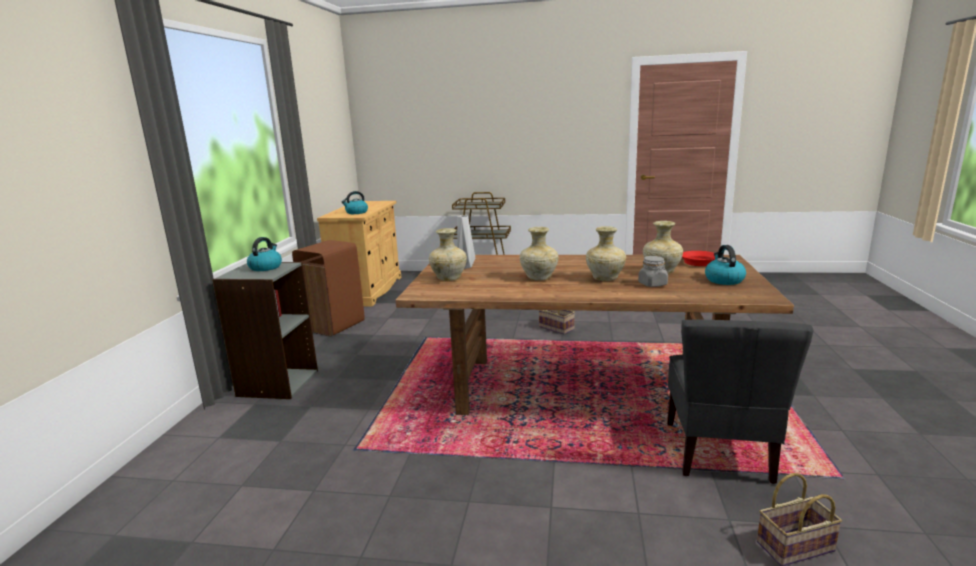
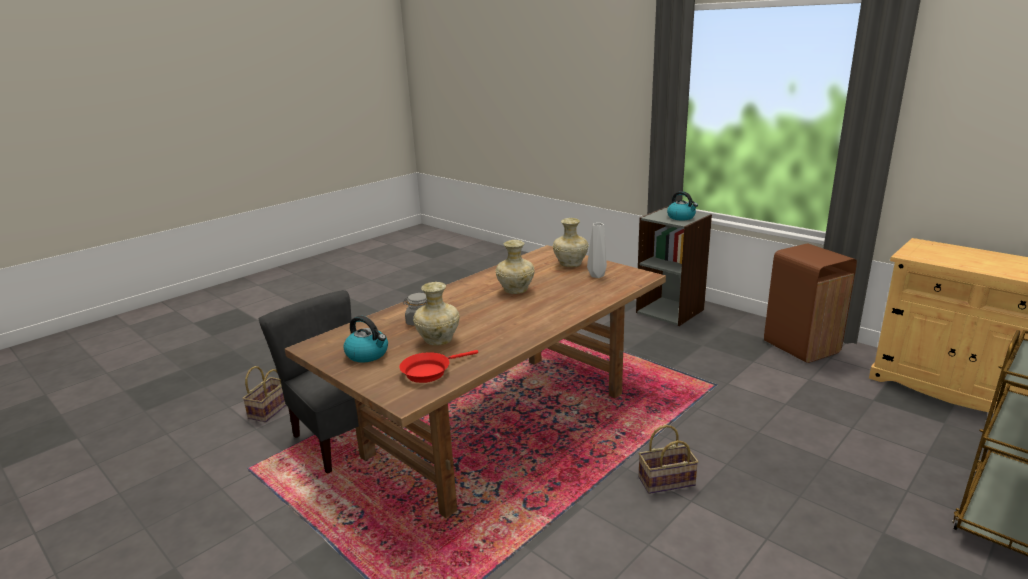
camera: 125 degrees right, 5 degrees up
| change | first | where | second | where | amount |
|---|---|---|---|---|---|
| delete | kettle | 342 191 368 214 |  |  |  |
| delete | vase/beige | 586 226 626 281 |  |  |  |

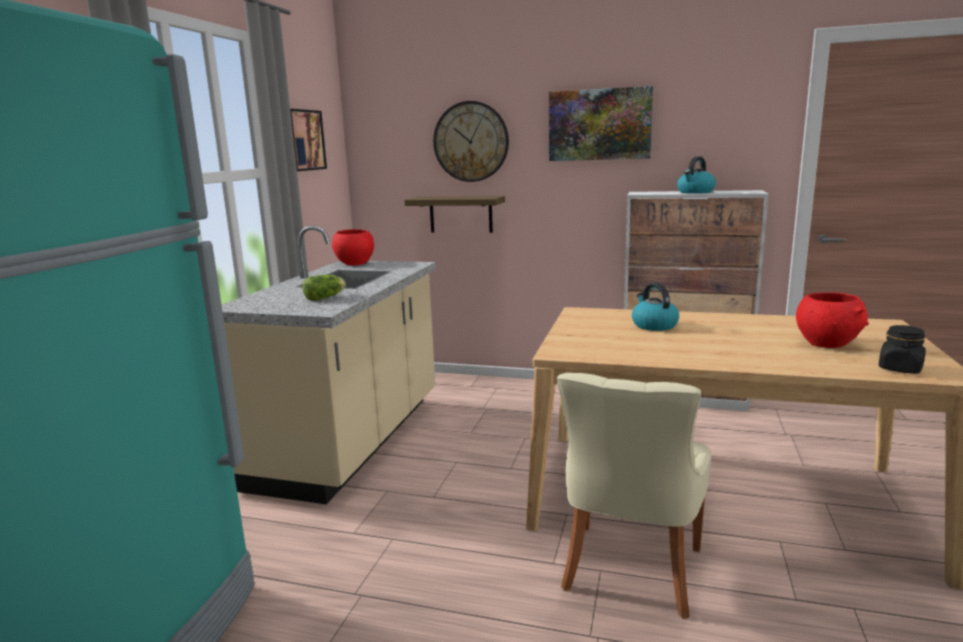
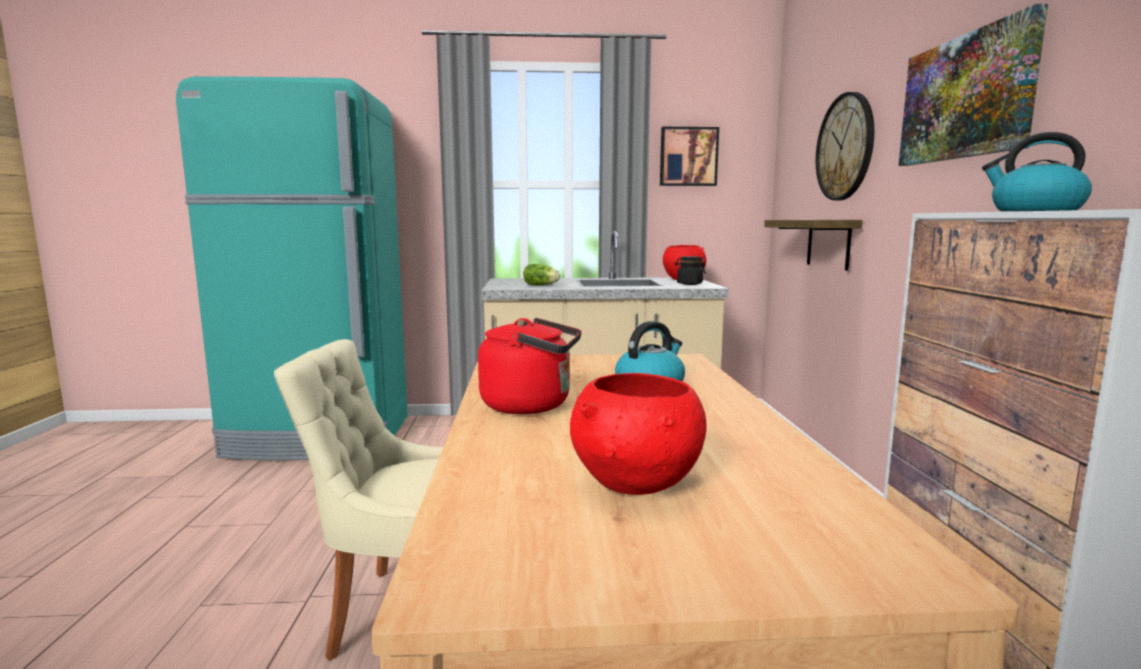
camera: 70 degrees right, 5 degrees down
| change | first | where | second | where | amount |
|---|---|---|---|---|---|
| move | jar/black | 878 325 926 374 |  | 675 256 706 285 |  |
| insert |  |  | kettle/red | 478 318 582 414 |  |

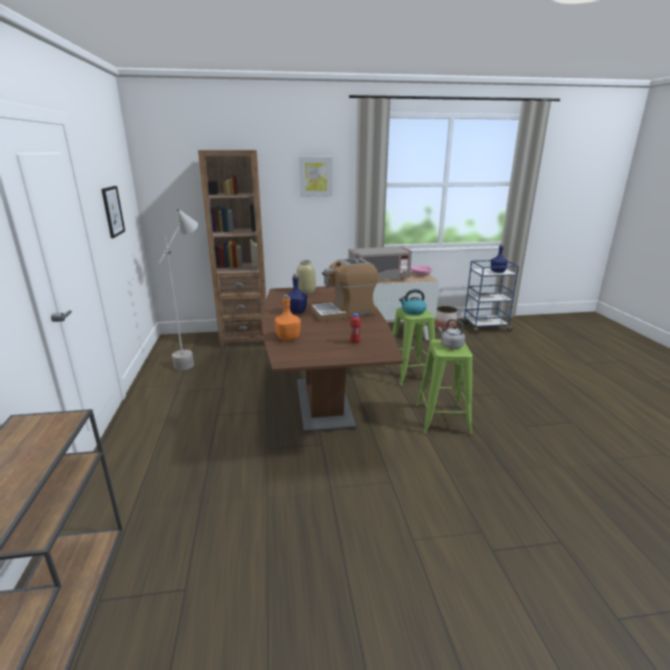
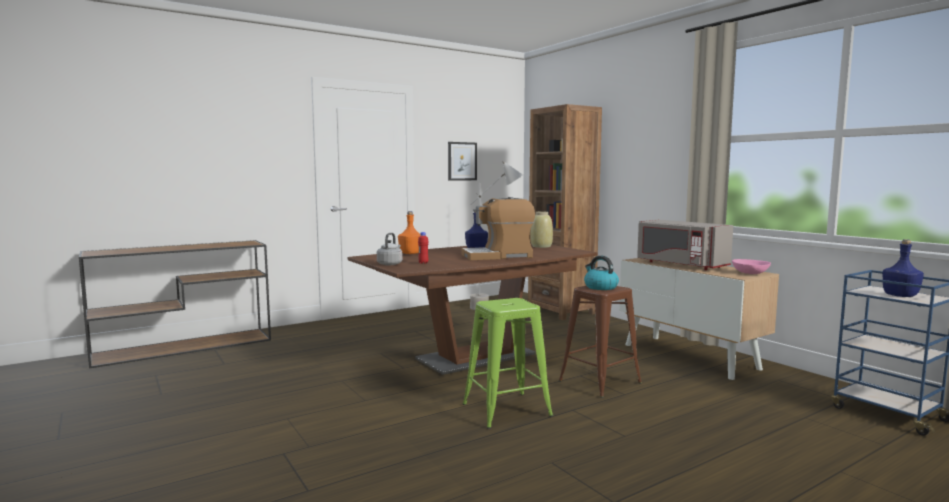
camera: 65 degrees right, 15 degrees down
| change | first | where | second | where | amount |
|---|---|---|---|---|---|
| delete | picture | 299 157 332 197 |  |  |  |
| rotate | coffee machine | 311 258 378 322 |  | 462 197 535 260 | 60 degrees counterclockwise |
| recolor | stool/green | 385 307 435 386 | stool/brown | 558 286 642 398 |  |
| delete | planter | 435 306 458 331 |  |  |  |
| move | kettle/grey | 438 319 465 349 |  | 377 233 403 265 |  |

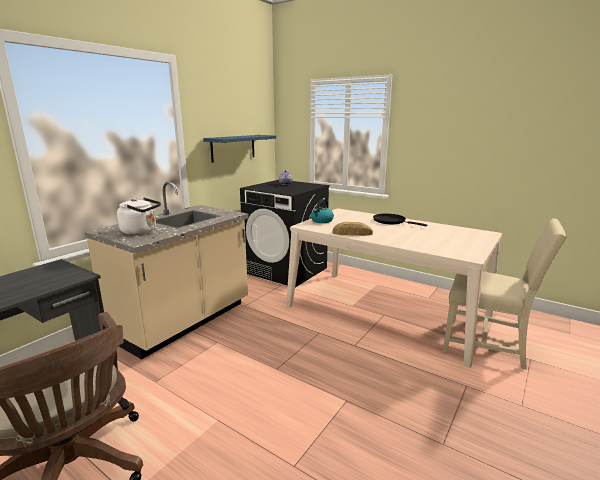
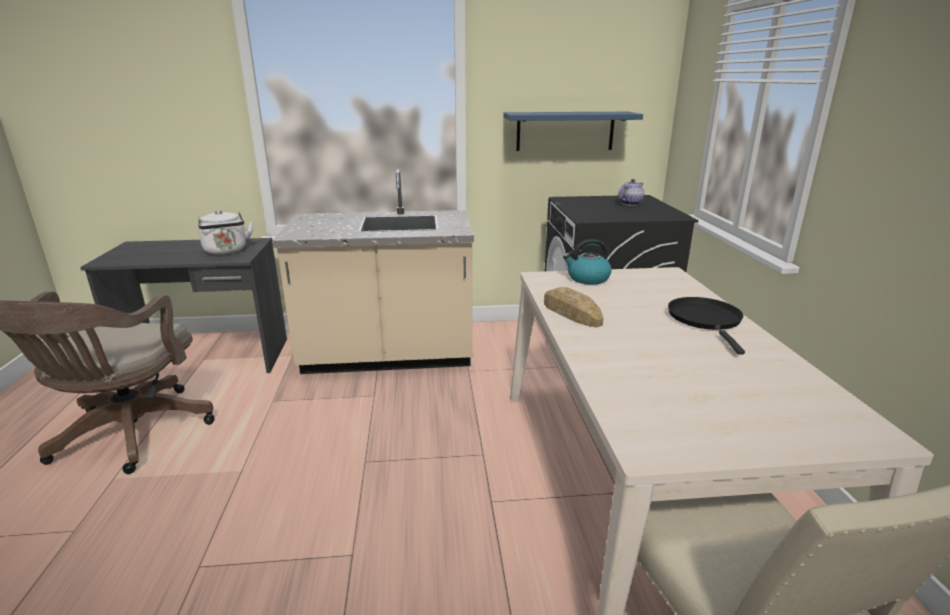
camera: 50 degrees right, 5 degrees up
| change | first | where | second | where | amount |
|---|---|---|---|---|---|
| move | kettle/white | 117 198 161 235 |  | 198 210 253 255 |  |

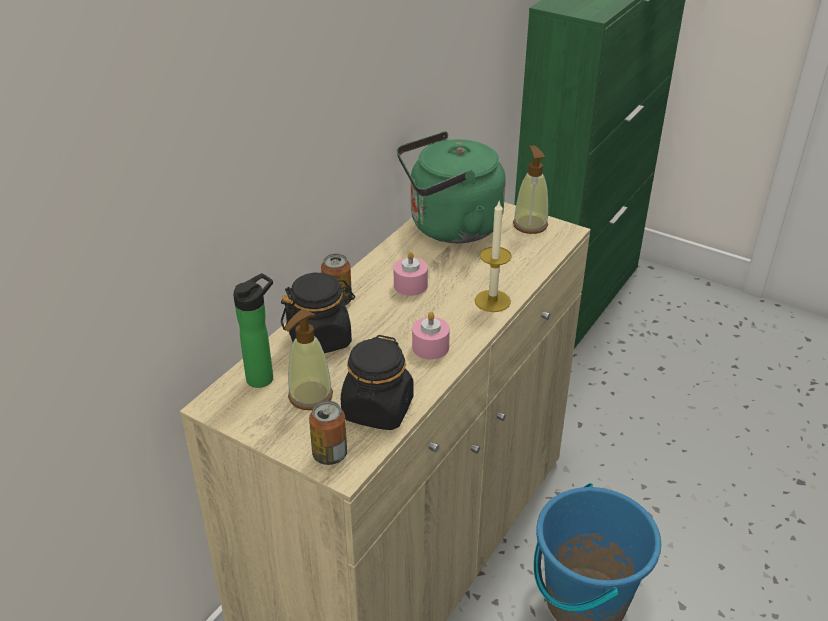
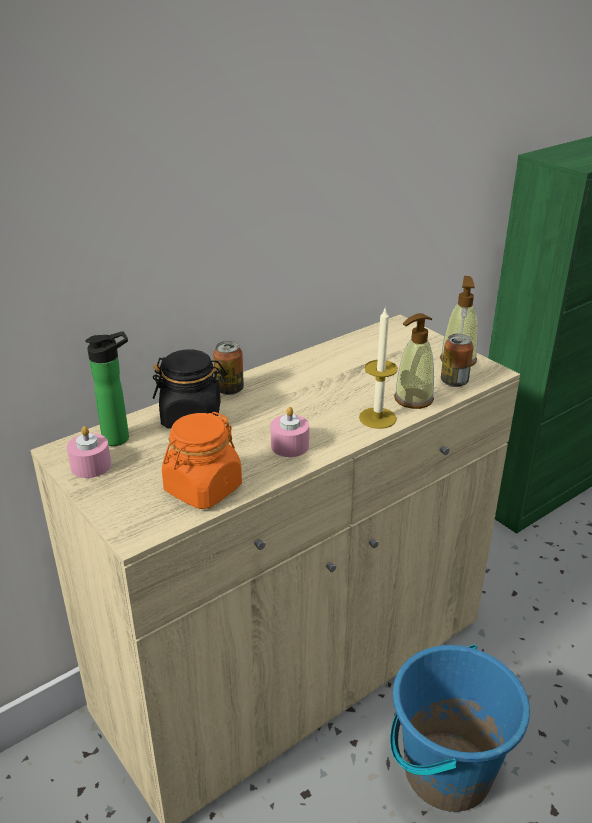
camera: 20 degrees right, 5 degrees down
| change | first | where | second | where | amount |
|---|---|---|---|---|---|
| move | soap dispenser | 284 309 333 410 |  | 394 313 434 409 |  |
| move | can | 309 401 347 465 |  | 441 334 473 387 |  |
| recolor | jar/black | 341 335 414 430 | jar/orange | 162 412 242 509 |  |
| move | candle/pink | 393 251 428 296 |  | 67 426 111 478 |  |
| delete | kettle/green | 397 131 506 243 |  |  |  |

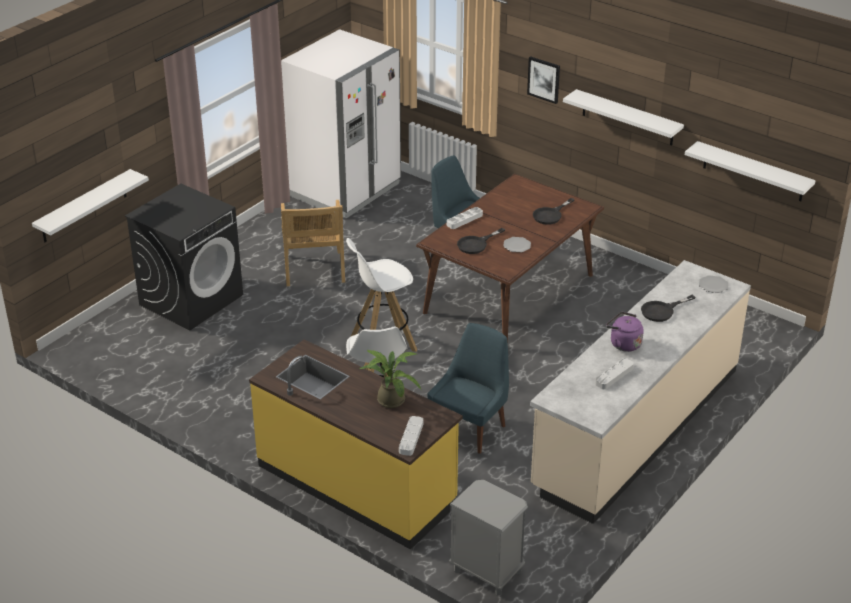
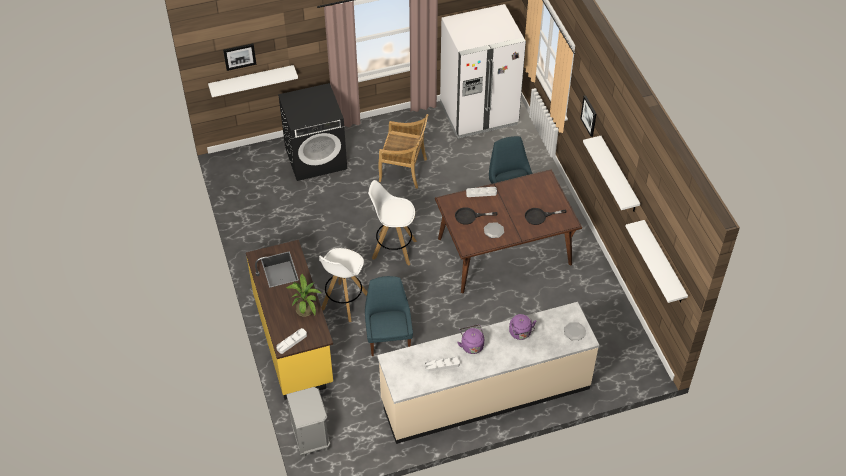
camera: 35 degrees right, 15 degrees up
| change | first | where | second | where | amount |
|---|---|---|---|---|---|
| rotate | chair/beige | 281 200 345 286 |  | 378 114 429 189 | 105 degrees counterclockwise |
| rotate | chair/blue | 427 323 509 454 |  | 365 276 413 356 | 75 degrees counterclockwise |
| replace | frying pan/black | 641 295 696 322 | kettle/purple | 509 314 536 340 |  |
| insert |  |  | picture | 223 44 257 71 |  |

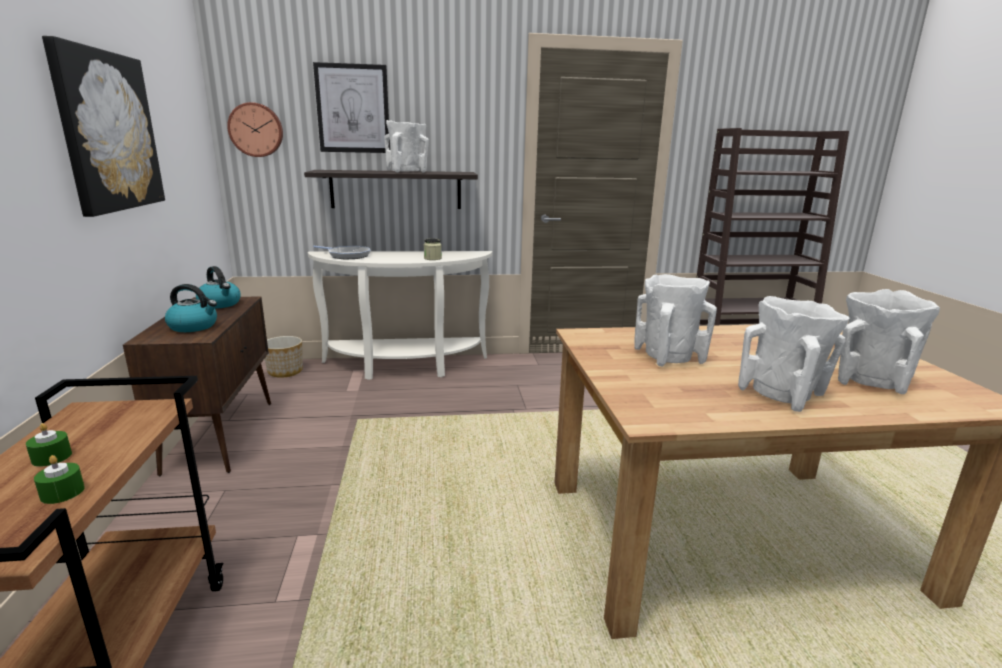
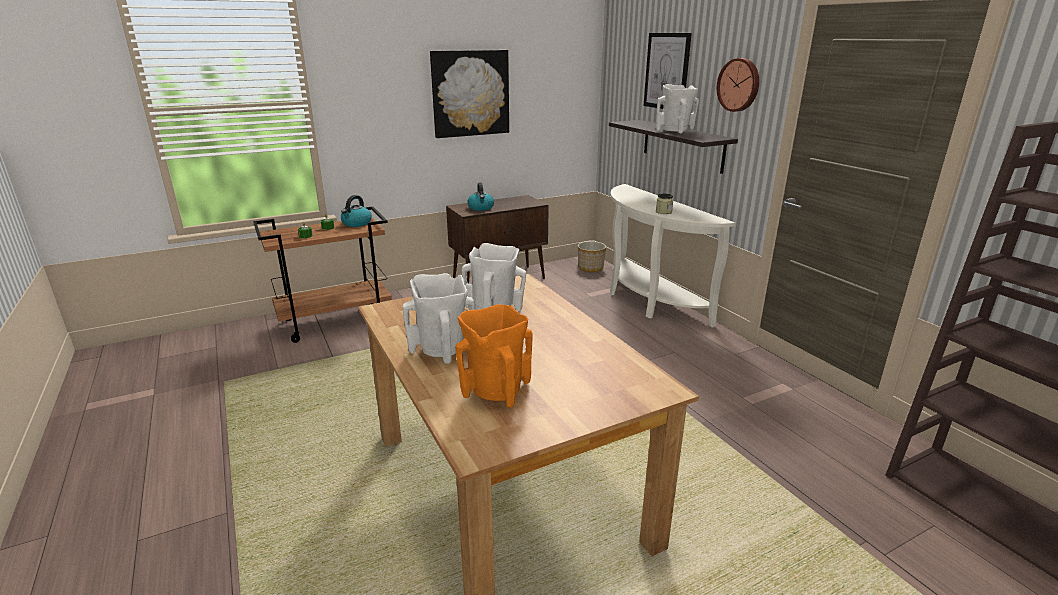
camera: 70 degrees right, 5 degrees up
| change | first | where | second | where | amount |
|---|---|---|---|---|---|
| move | kettle | 196 266 241 309 |  | 341 195 372 227 |  |
| move | wall clock | 227 102 283 157 |  | 717 58 759 112 |  |
| delete | frying pan | 313 246 371 260 |  |  |  |
| recolor | vase/white | 838 289 940 394 | vase/orange | 455 304 533 408 |  |

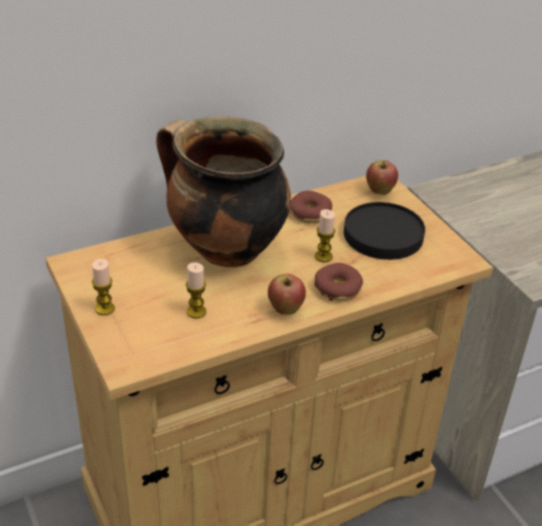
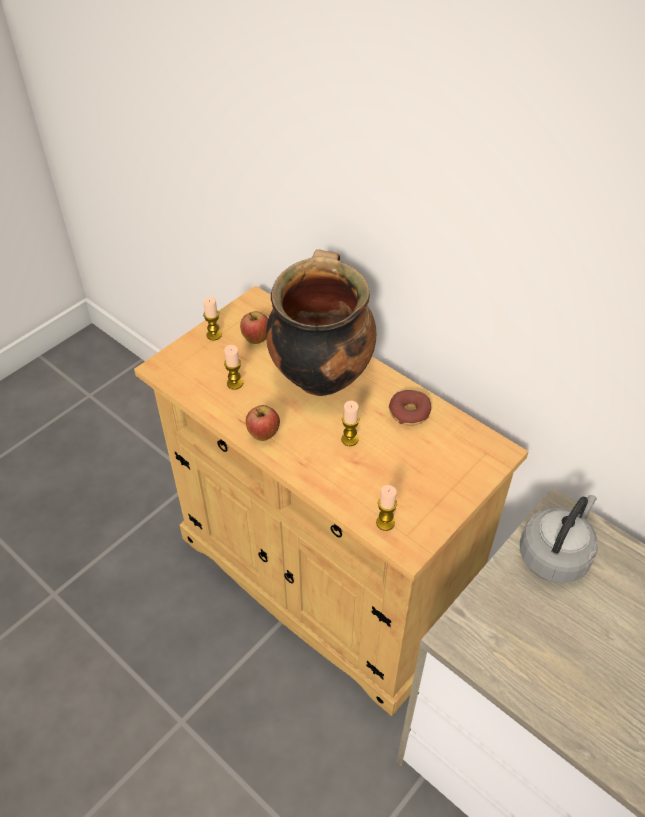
camera: 70 degrees right, 10 degrees up
| change | first | where | second | where | amount |
|---|---|---|---|---|---|
| delete | donut | 314 263 363 301 |  |  |  |
| delete | plate/black | 344 202 425 260 |  |  |  |
| move | apple | 366 160 398 195 |  | 240 311 268 344 |  |
| insert |  |  | candle | 376 485 397 531 |  |
| insert |  |  | kettle/grey | 520 495 598 583 |  |

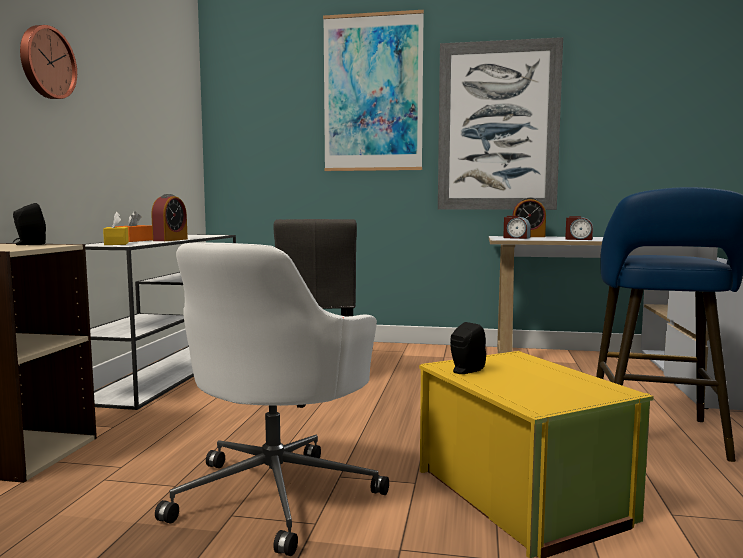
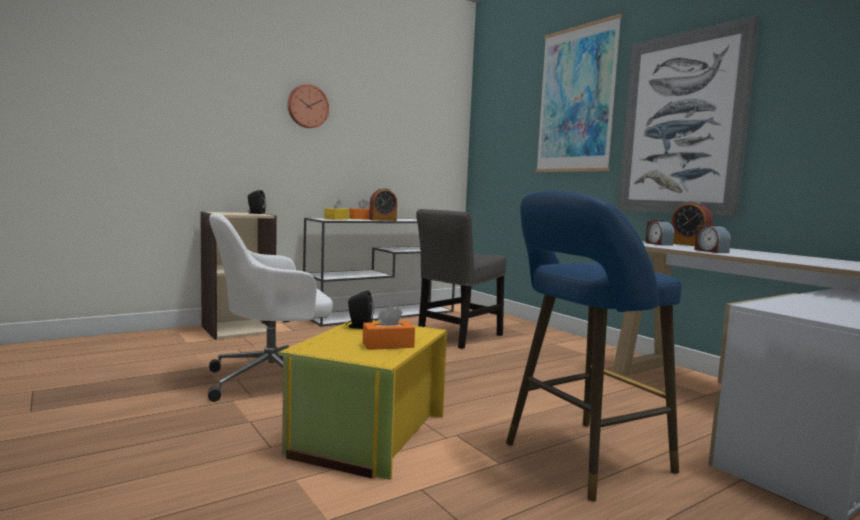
camera: 45 degrees right, 0 degrees up
| change | first | where | second | where | amount |
|---|---|---|---|---|---|
| insert |  |  | tissue box/orange | 363 306 415 350 |  |

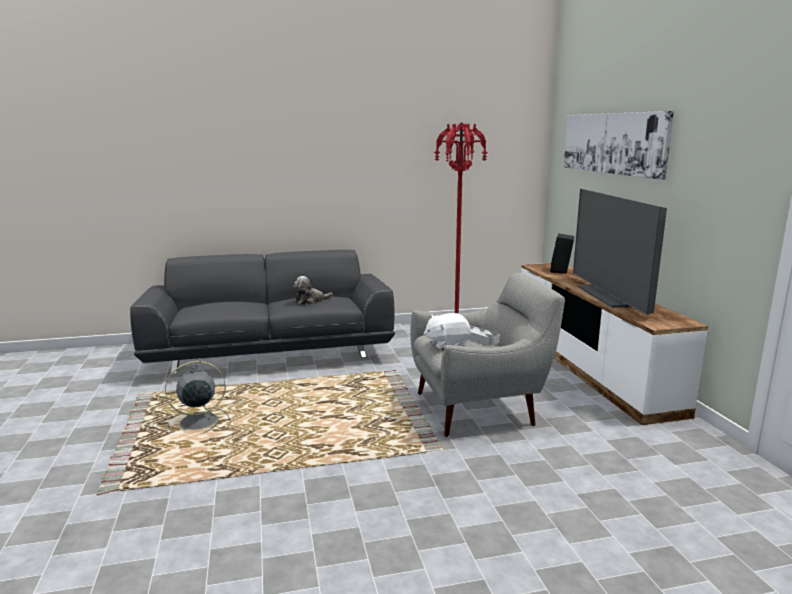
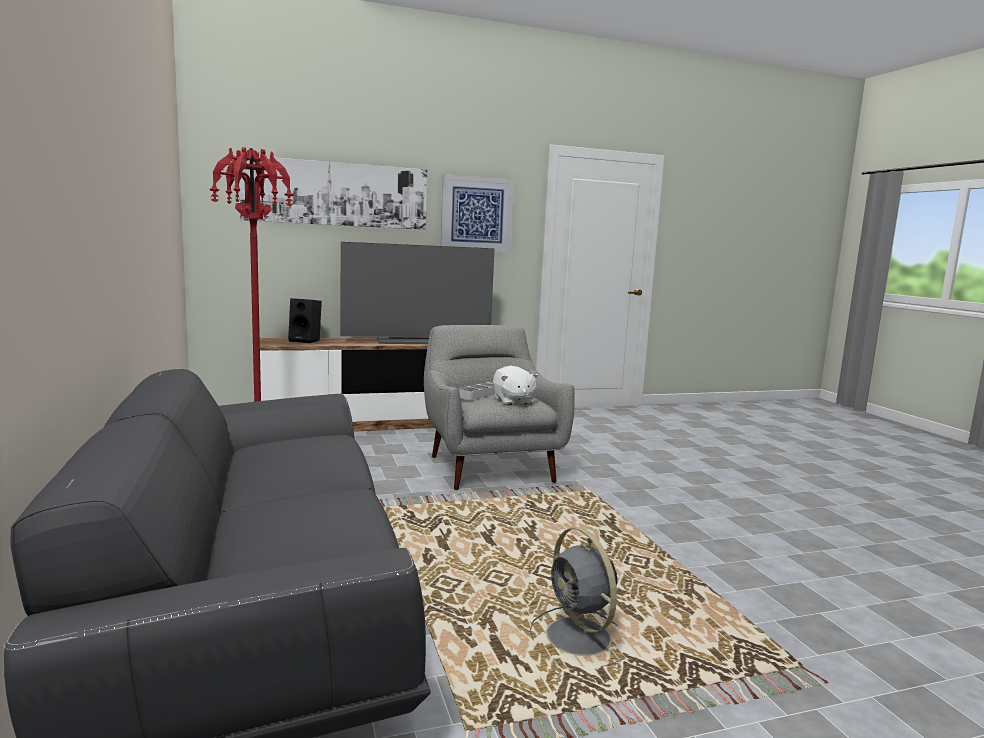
camera: 95 degrees left, 5 degrees down
| change | first | where | second | where | amount |
|---|---|---|---|---|---|
| delete | plush toy | 293 276 332 304 |  |  |  |
| insert |  |  | picture | 441 174 514 253 |  |

